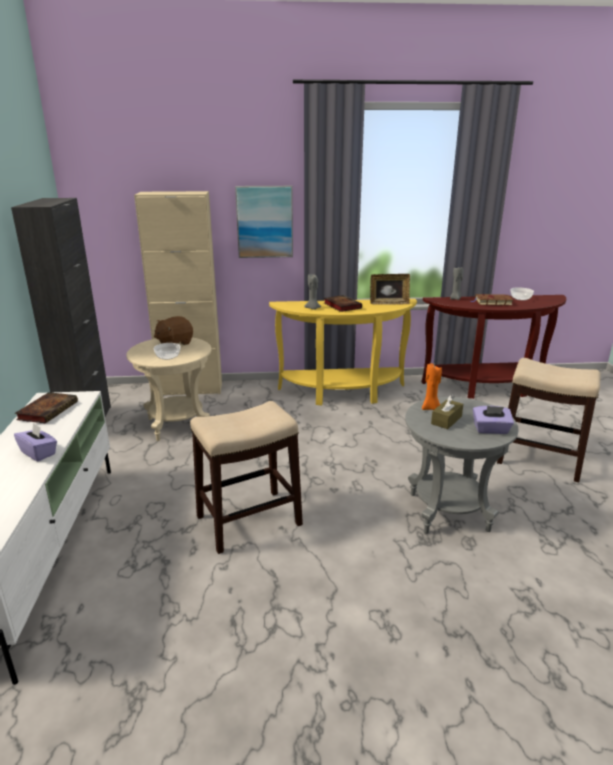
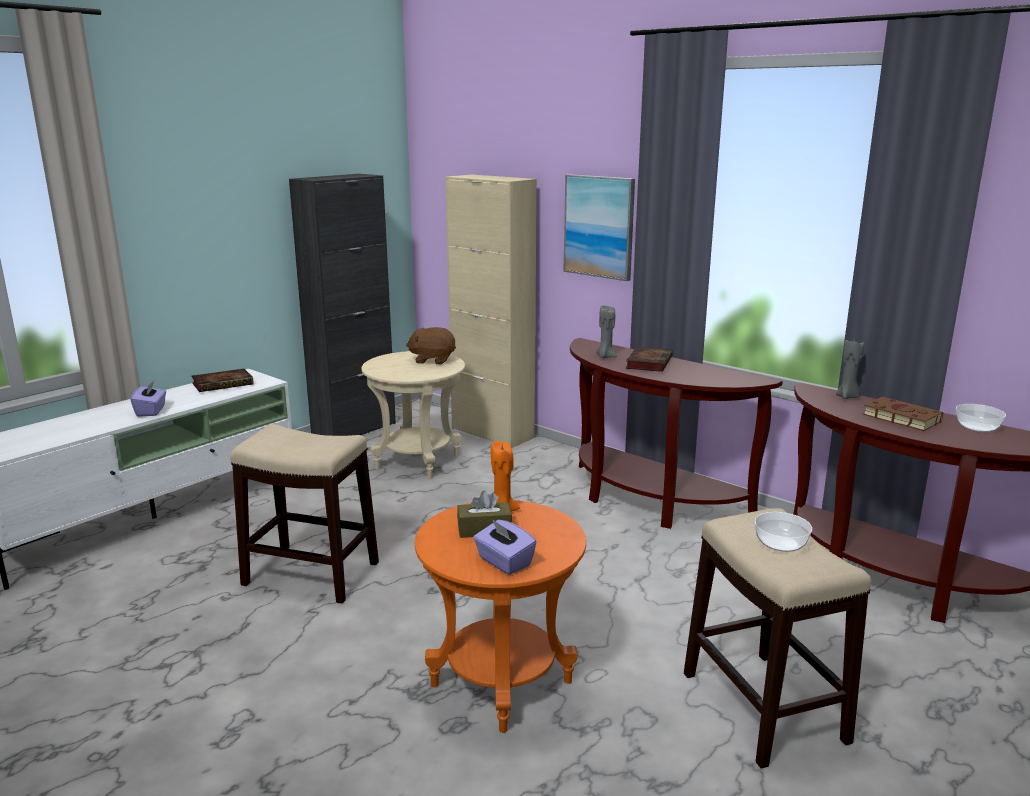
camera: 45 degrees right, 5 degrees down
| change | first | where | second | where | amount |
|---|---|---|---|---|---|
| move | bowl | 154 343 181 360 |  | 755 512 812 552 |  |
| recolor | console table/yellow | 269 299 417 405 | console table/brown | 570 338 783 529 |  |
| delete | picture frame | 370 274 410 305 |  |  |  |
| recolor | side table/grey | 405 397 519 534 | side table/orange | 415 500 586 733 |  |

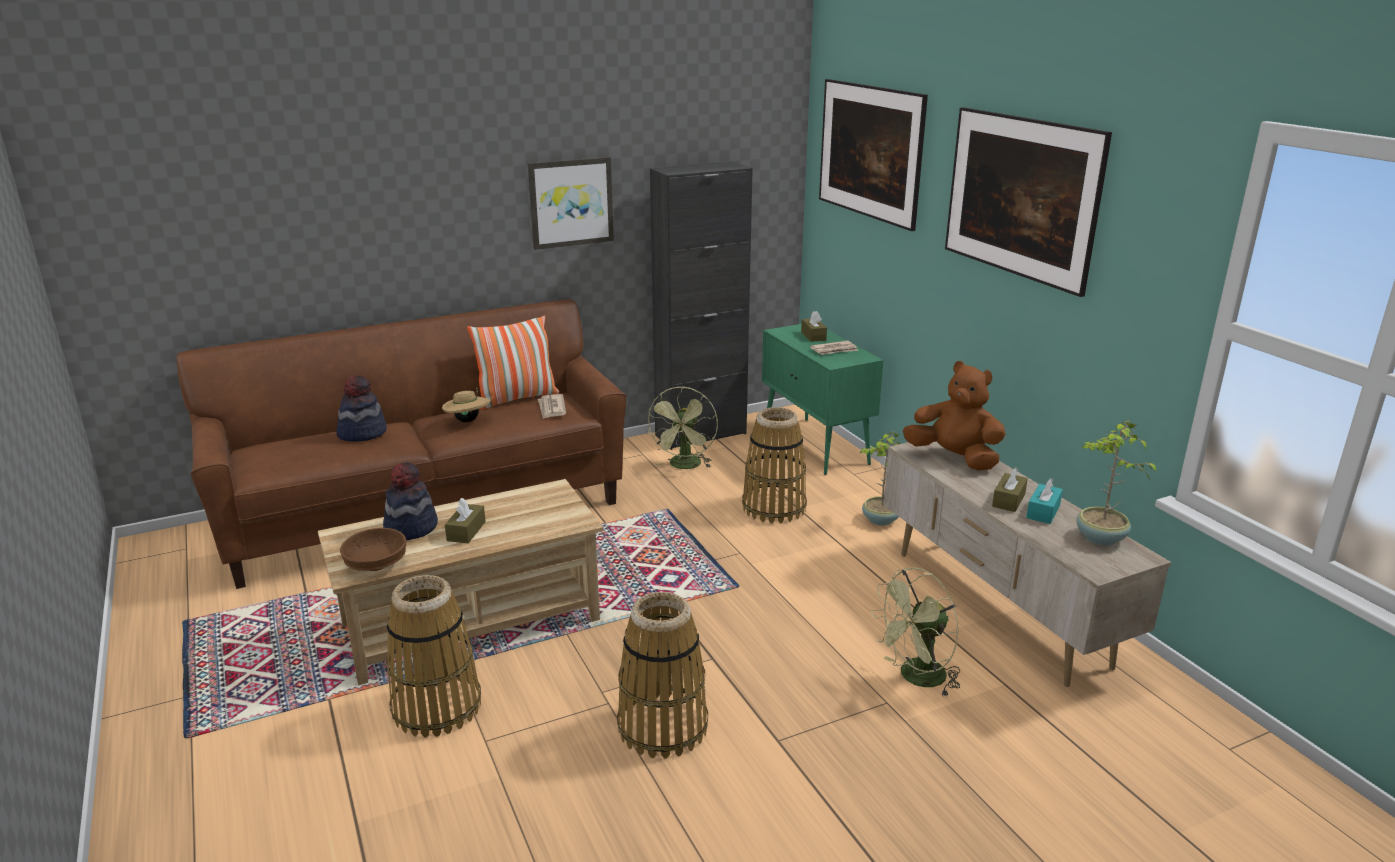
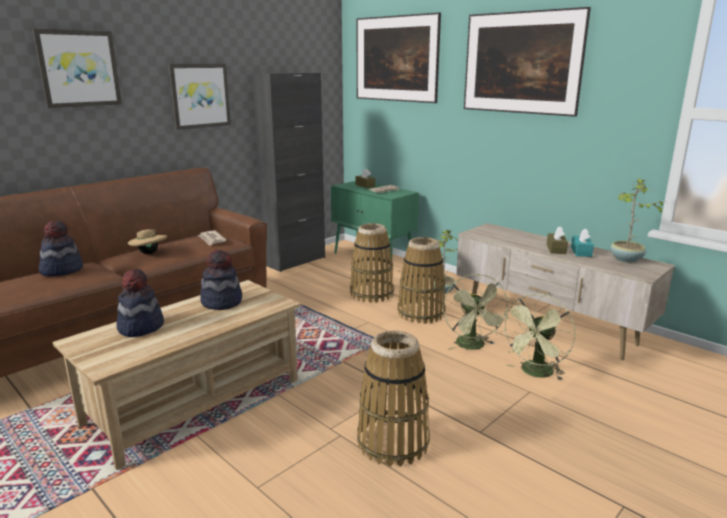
camera: 20 degrees left, 5 degrees down
| change | first | where | second | where | amount |
|---|---|---|---|---|---|
| delete | bowl/brown | 340 528 406 571 |  |  |  |
| move | basket | 386 575 481 737 |  | 398 237 446 324 |  |
| delete | tissue box/brown | 445 498 486 543 |  |  |  |
| delete | pillow | 467 315 559 410 |  |  |  |
| move | fan/green | 646 386 718 469 |  | 443 274 510 350 |  |
| delete | plush toy/brown | 903 361 1006 471 |  |  |  |
| insert |  |  | picture | 33 28 122 108 |  |
| insert |  |  | hat | 200 250 242 310 |  |

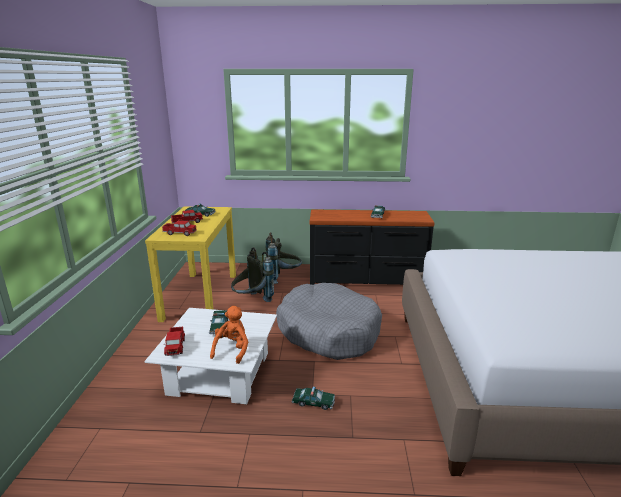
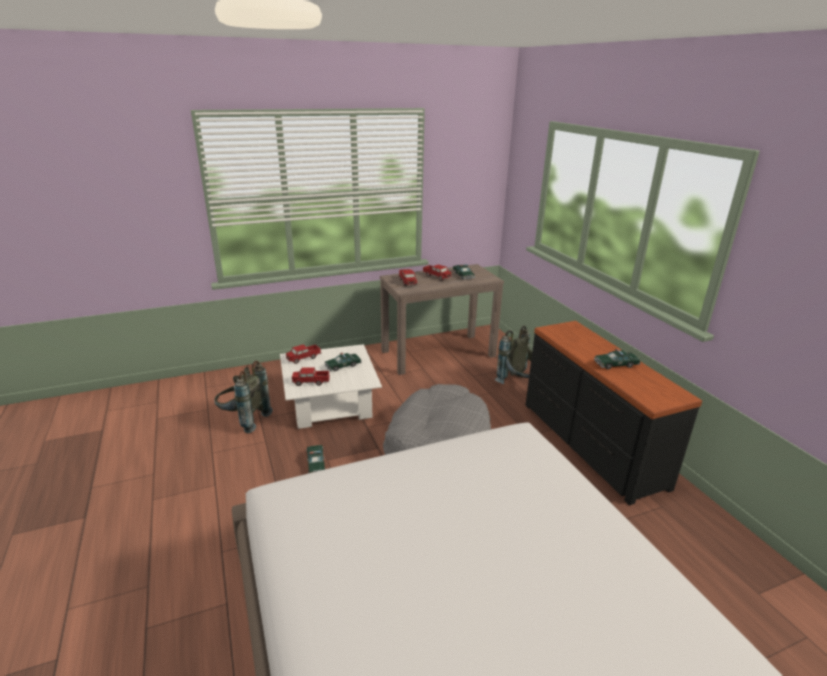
camera: 65 degrees right, 5 degrees up
| change | first | where | second | where | amount |
|---|---|---|---|---|---|
| recolor | console table/yellow | 145 207 236 322 | console table/brown | 380 264 504 375 |  |
| replace | plush toy/orange | 210 306 248 364 | toy truck | 292 368 330 386 |  |
| move | backpack/grey | 231 247 274 302 |  | 214 361 273 433 |  |

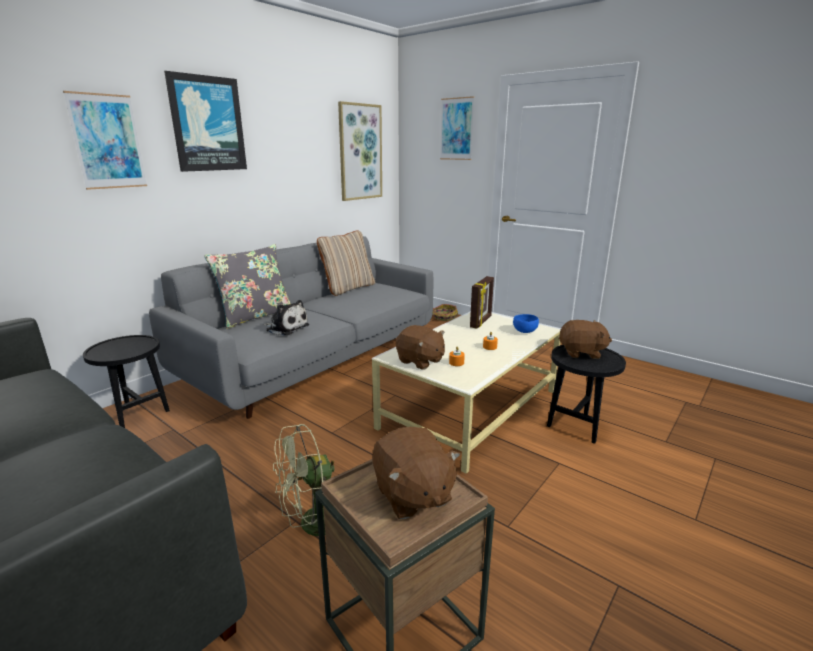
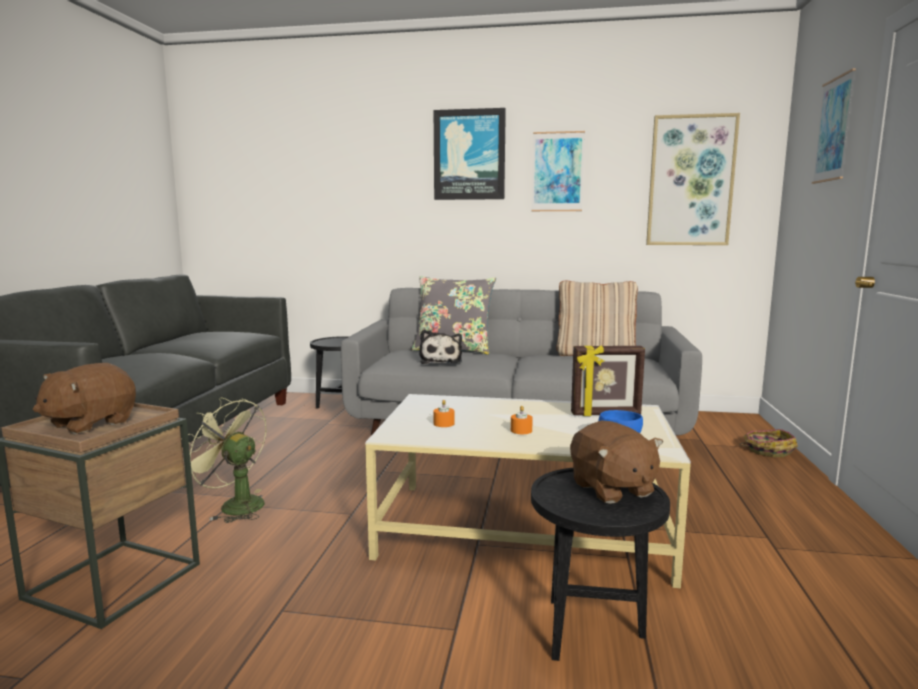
camera: 60 degrees right, 10 degrees down
| change | first | where | second | where | amount |
|---|---|---|---|---|---|
| move | picture | 63 91 147 190 |  | 532 131 585 211 |  |
| delete | plush toy/brown | 396 325 445 369 |  |  |  |

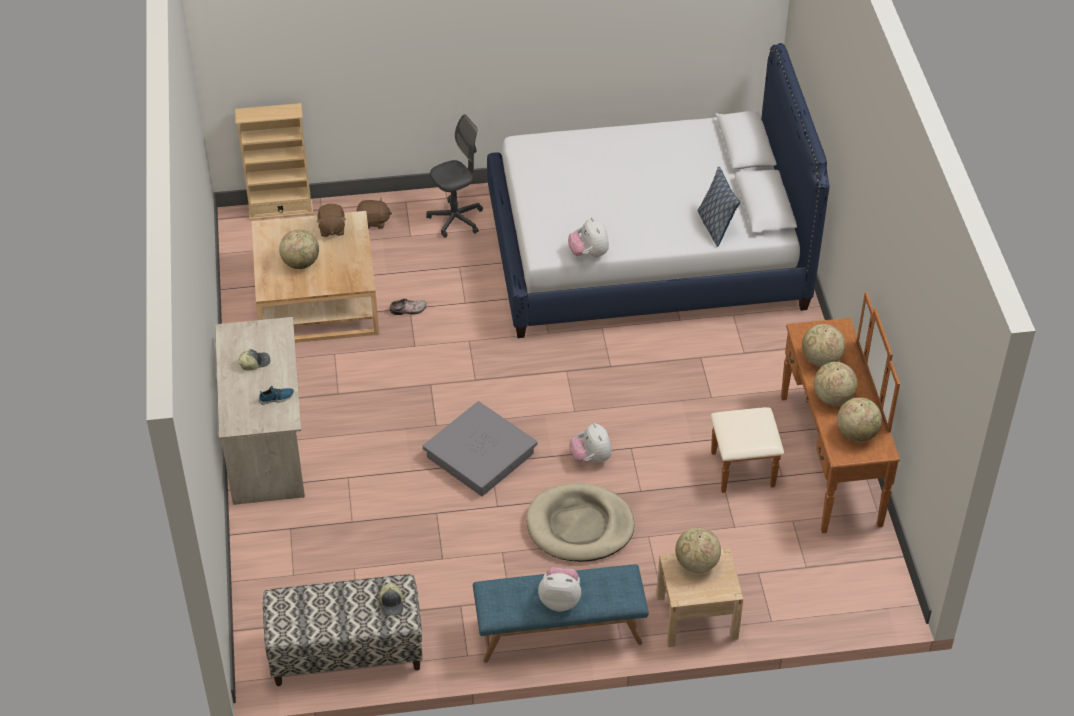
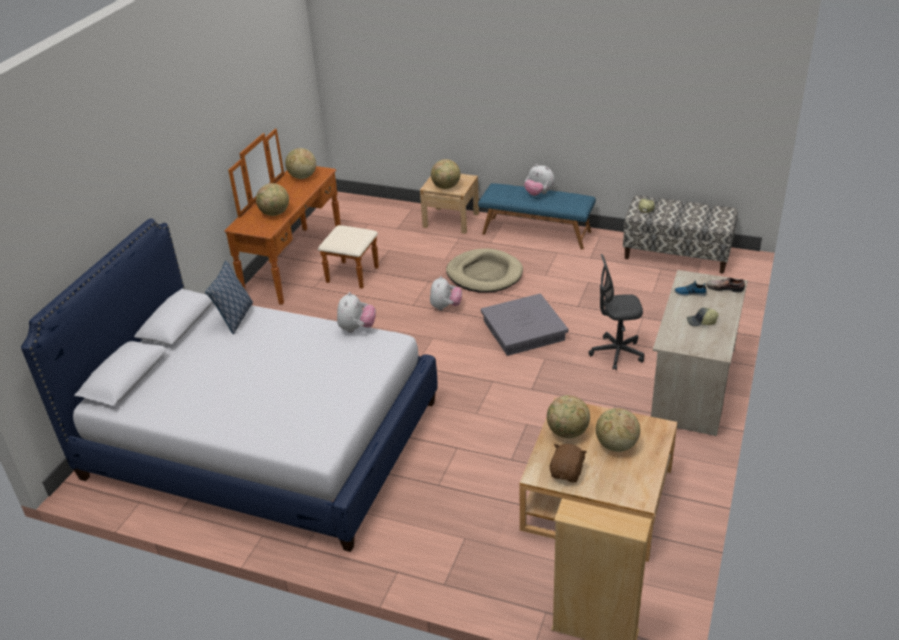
camera: 150 degrees left, 10 degrees down
| change | first | where | second | where | amount |
|---|---|---|---|---|---|
| delete | plush toy/brown | 357 198 392 229 |  |  |  |
| move | shoe | 390 298 427 315 |  | 707 278 745 292 |  |
| move | office chair/grey | 426 114 483 238 |  | 589 254 644 370 |  |
| move | globe | 814 362 858 405 |  | 547 395 590 438 |  |

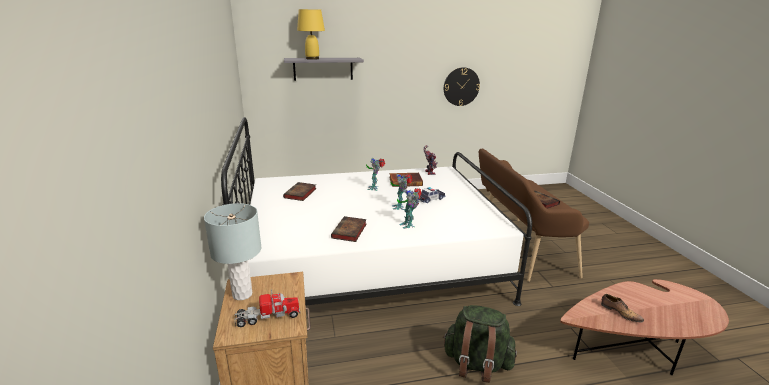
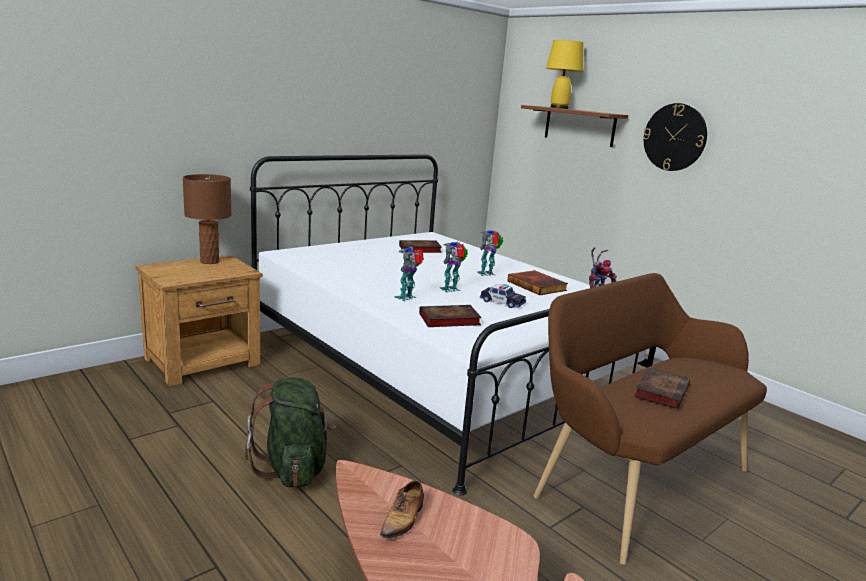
camera: 60 degrees right, 5 degrees down
| change | first | where | second | where | amount |
|---|---|---|---|---|---|
| recolor | table lamp/grey | 204 203 262 300 | table lamp/brown | 183 174 231 264 |  |
| delete | toy truck | 234 289 300 327 |  |  |  |
| recolor | shelf/grey | 284 58 364 81 | shelf/brown | 521 105 628 147 |  |
| move | book | 331 216 367 242 |  | 419 305 482 327 |  |
| move | wall clock | 444 67 480 106 |  | 643 103 707 171 |  |

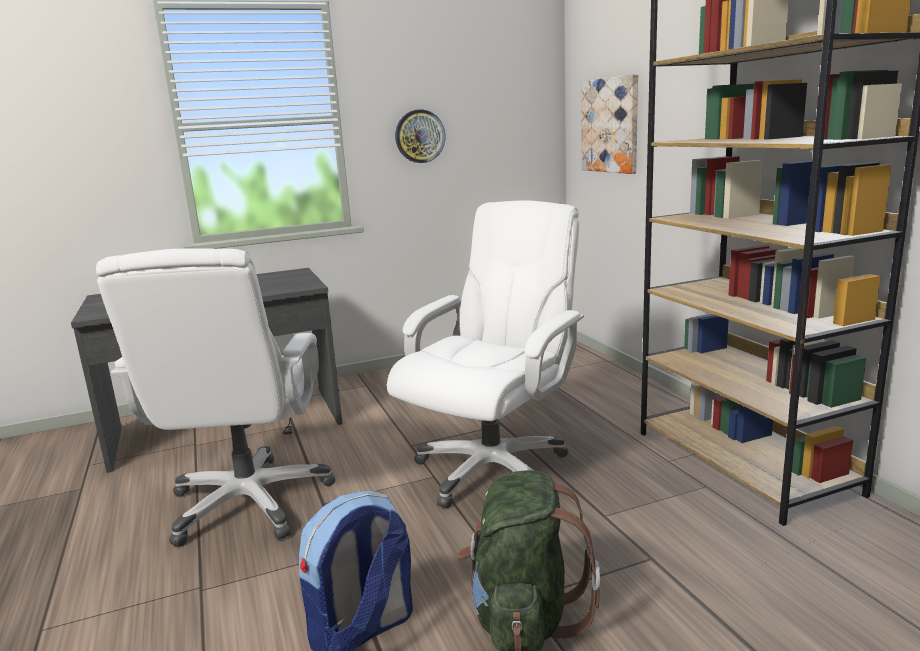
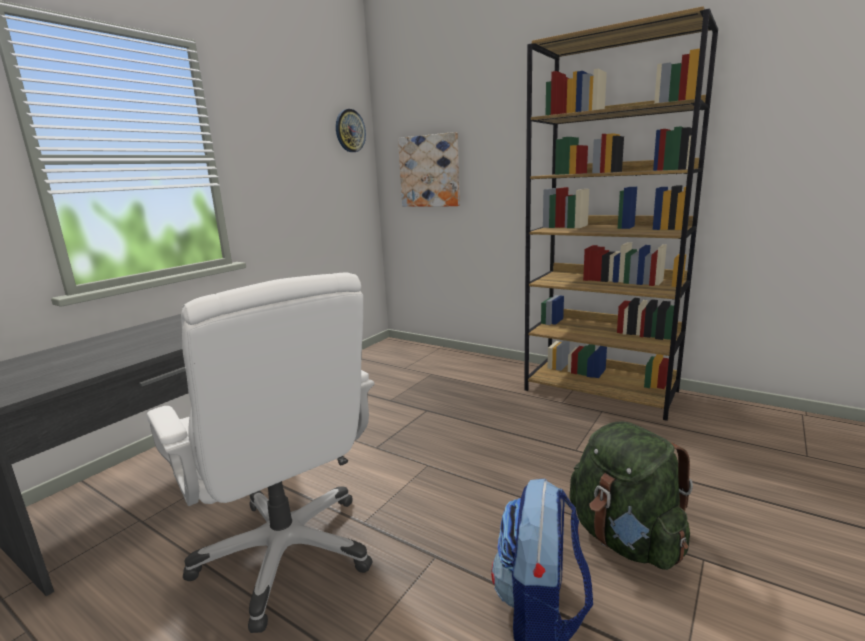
camera: 35 degrees left, 0 degrees up
| change | first | where | second | where | amount |
|---|---|---|---|---|---|
| delete | office chair/white | 387 200 584 508 |  |  |  |
| move | wall clock | 395 109 446 163 |  | 336 109 366 152 |  |

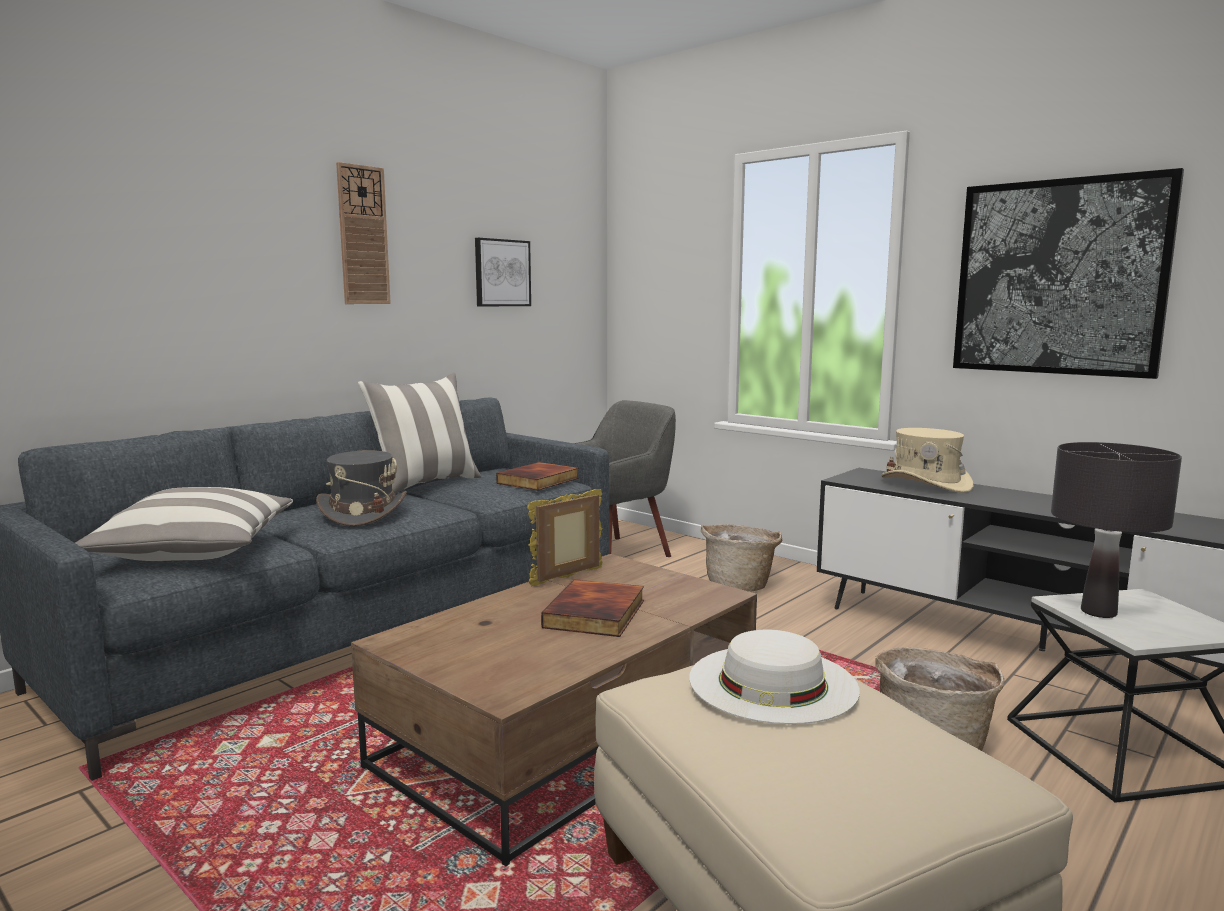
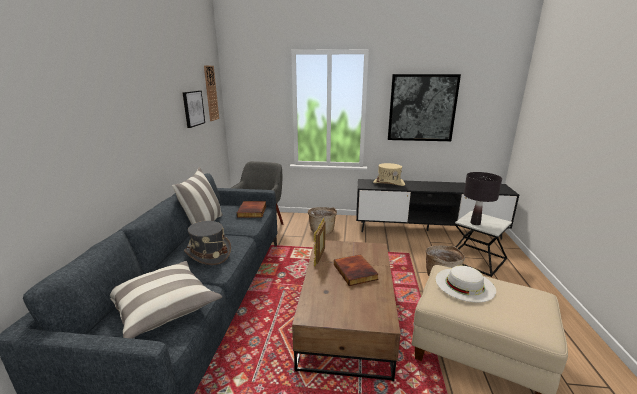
camera: 35 degrees left, 10 degrees up
| change | first | where | second | where | amount |
|---|---|---|---|---|---|
| move | wall clock | 336 162 391 304 |  | 204 65 219 121 |  |

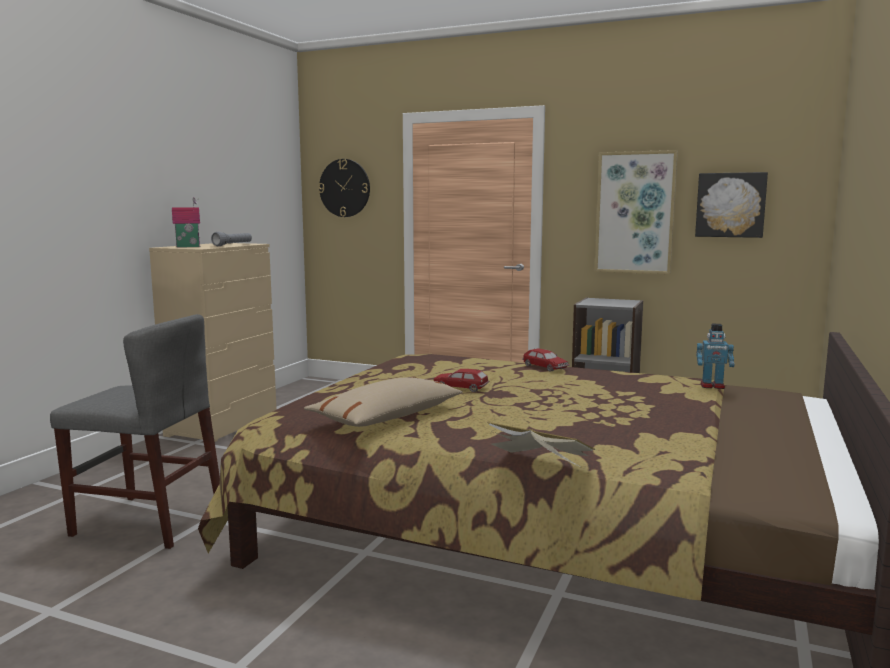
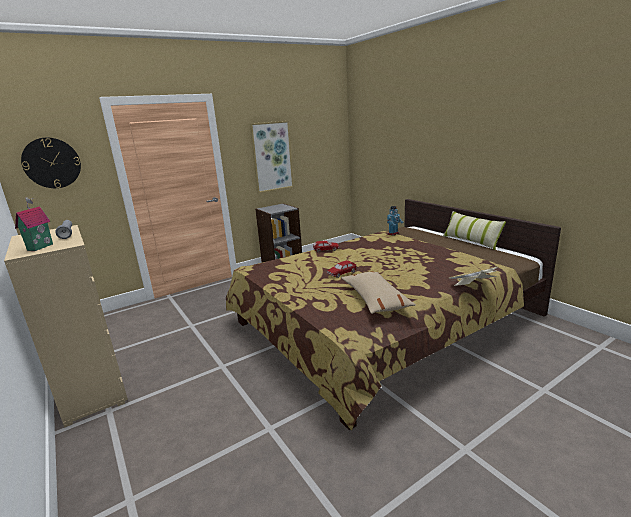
camera: 55 degrees left, 10 degrees up
| change | first | where | second | where | amount |
|---|---|---|---|---|---|
| delete | chair/grey | 50 314 220 549 |  |  |  |
| delete | picture | 695 172 768 238 |  |  |  |
| insert |  |  | pillow | 442 211 506 250 |  |

